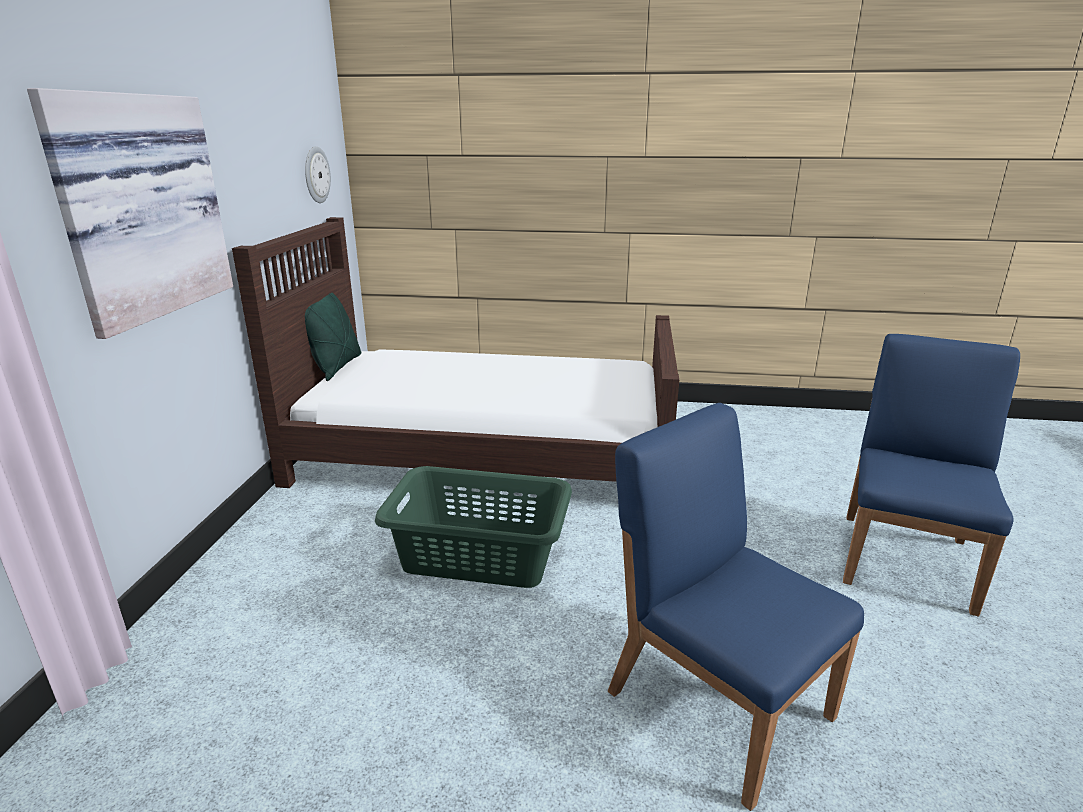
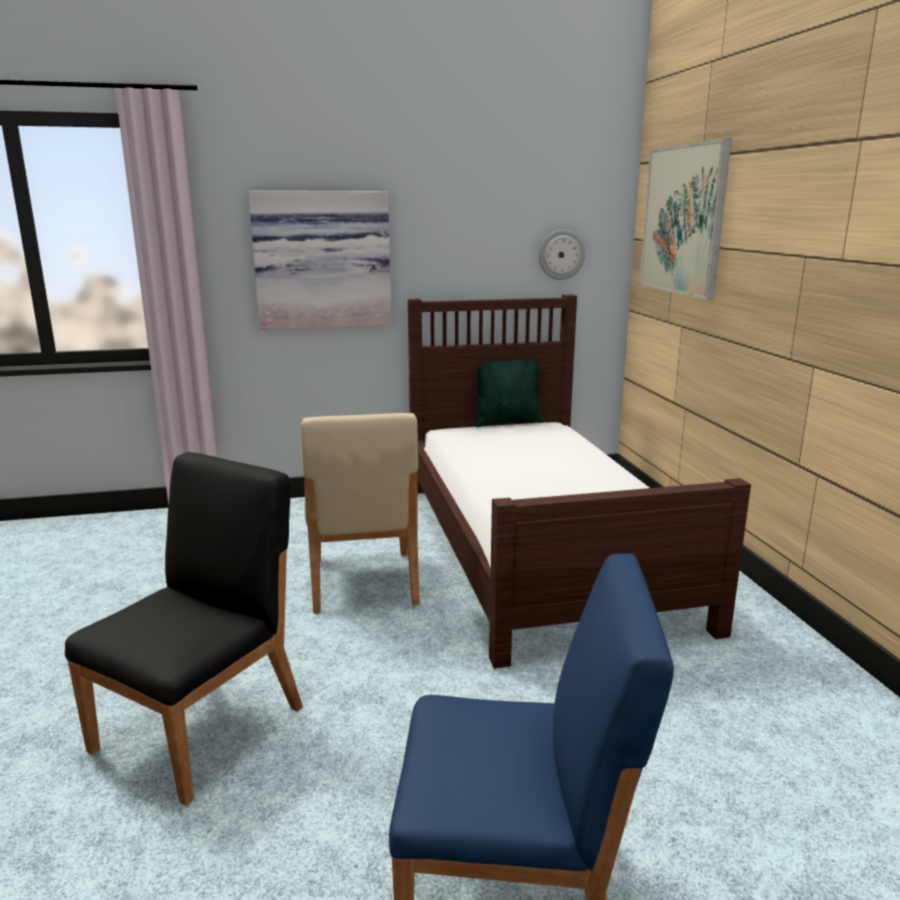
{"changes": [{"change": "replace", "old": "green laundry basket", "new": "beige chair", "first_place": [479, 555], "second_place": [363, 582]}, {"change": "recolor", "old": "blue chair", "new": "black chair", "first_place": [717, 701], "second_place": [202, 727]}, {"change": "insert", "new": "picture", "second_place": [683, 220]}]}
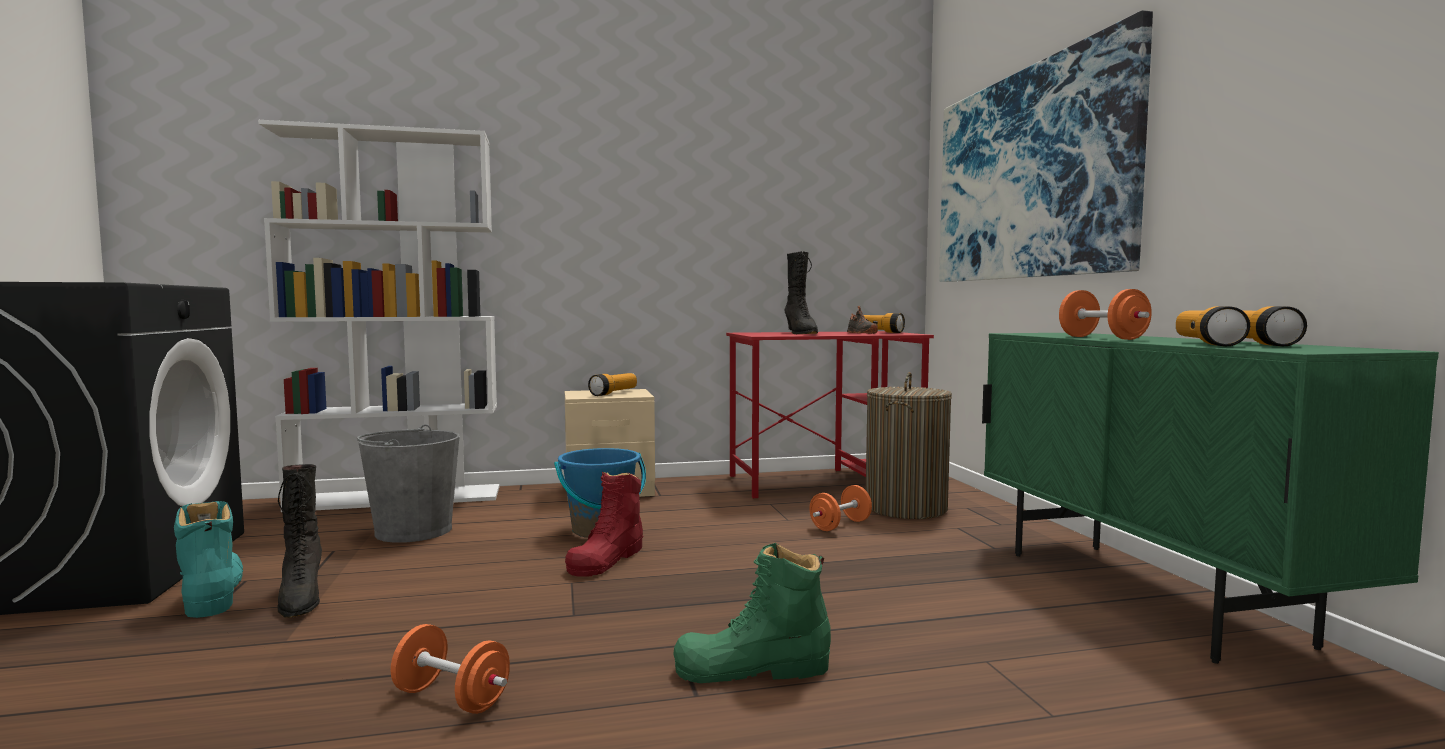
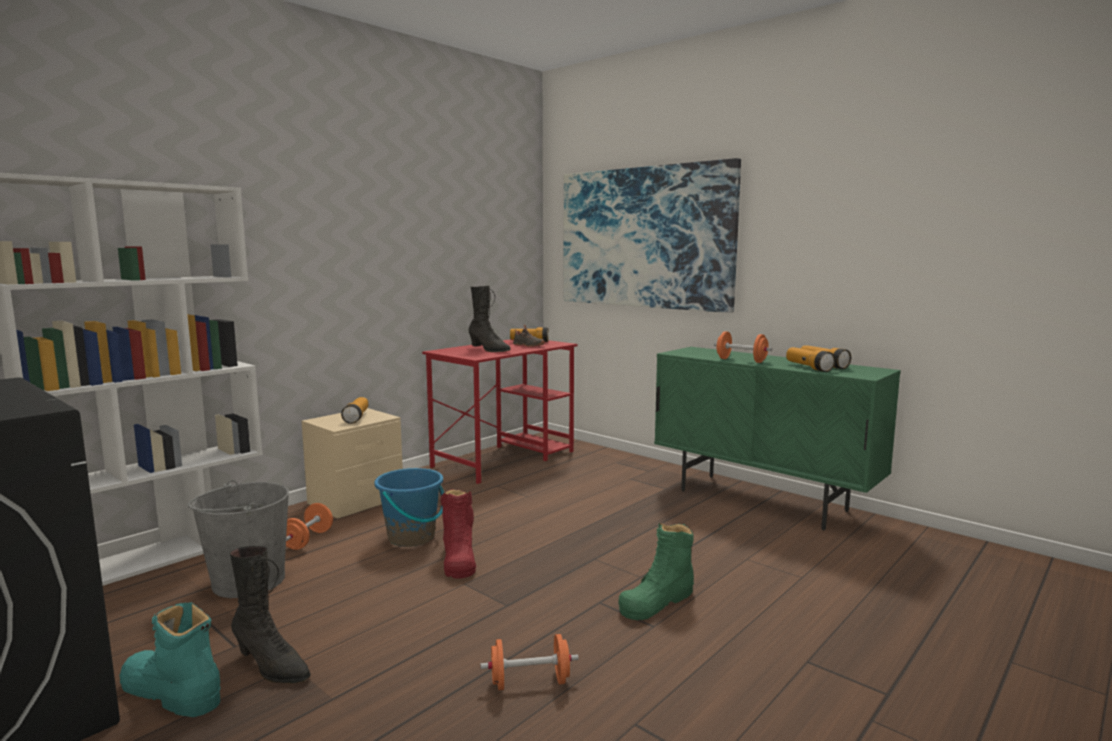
{"changes": [{"change": "move", "old": "orange dumbbell", "first_place": [840, 525], "second_place": [307, 540]}, {"change": "delete", "old": "laundry basket", "first_place": [906, 508]}]}
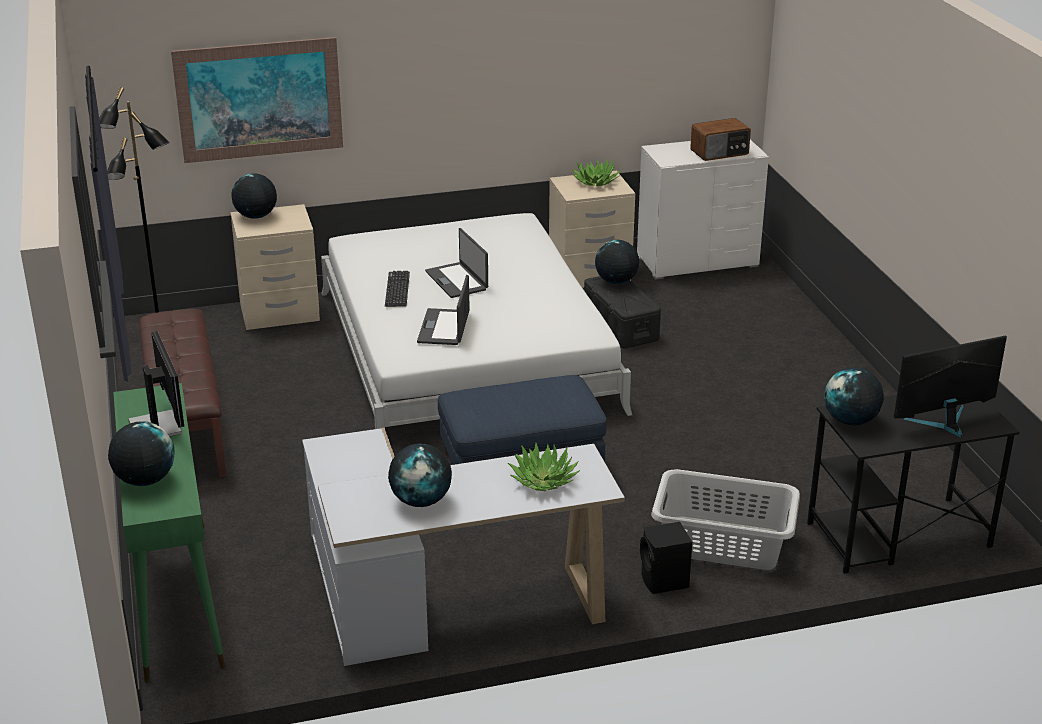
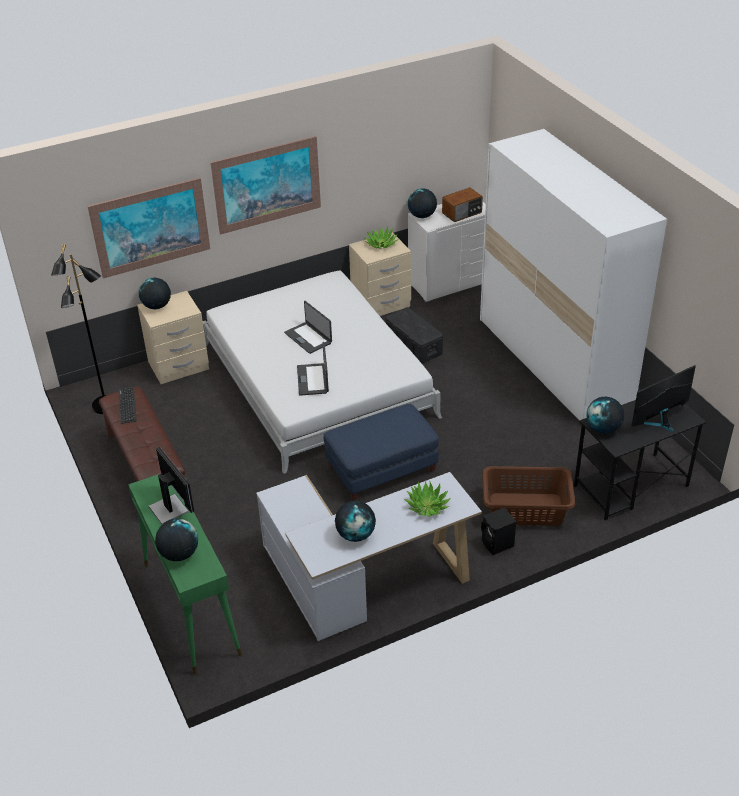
{"changes": [{"change": "move", "old": "keyboard", "first_place": [397, 289], "second_place": [127, 405]}, {"change": "move", "old": "globe", "first_place": [616, 281], "second_place": [422, 216]}, {"change": "recolor", "old": "grey laundry basket", "new": "brown laundry basket", "first_place": [723, 544], "second_place": [526, 510]}, {"change": "insert", "new": "picture", "second_place": [267, 185]}, {"change": "insert", "new": "white wardrobe", "second_place": [554, 362]}]}
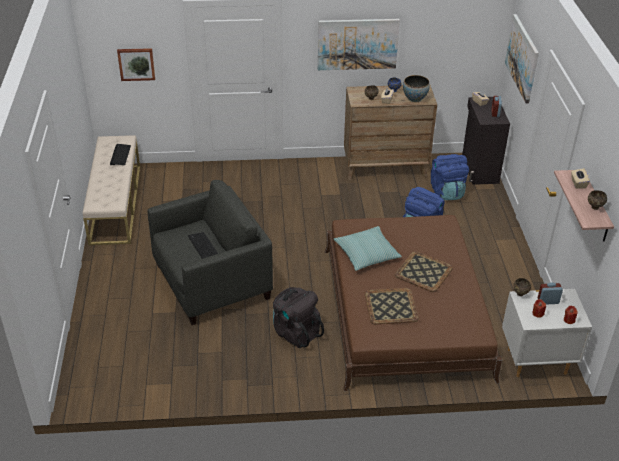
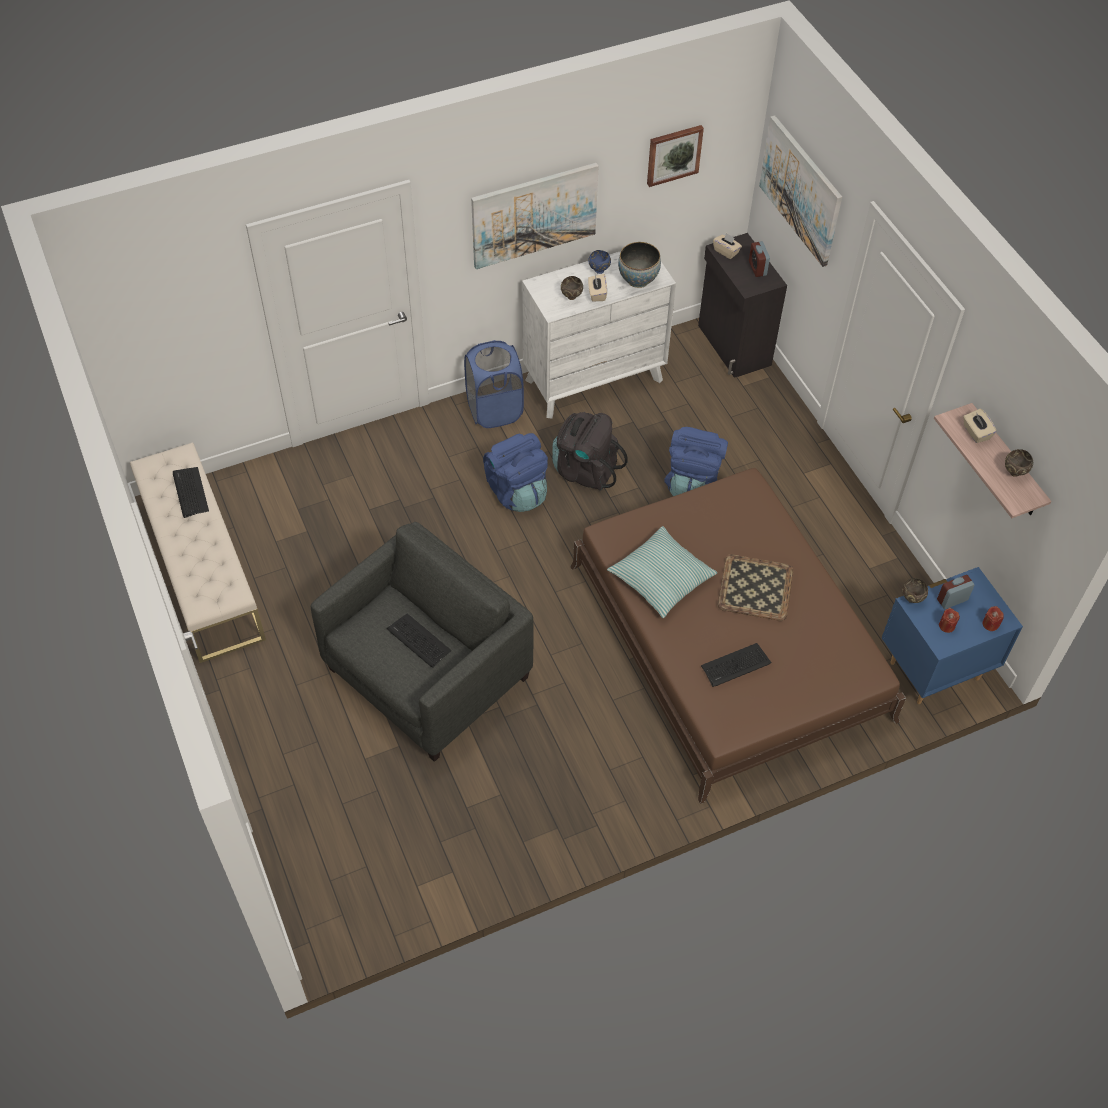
{"changes": [{"change": "move", "old": "picture", "first_place": [136, 64], "second_place": [673, 154]}, {"change": "move", "old": "black backpack", "first_place": [295, 332], "second_place": [585, 470]}, {"change": "recolor", "old": "brown dresser", "new": "white dresser", "first_place": [385, 168], "second_place": [594, 380]}, {"change": "replace", "old": "tray", "new": "keyboard", "first_place": [390, 307], "second_place": [735, 665]}, {"change": "move", "old": "blue backpack", "first_place": [447, 192], "second_place": [517, 491]}, {"change": "recolor", "old": "white nightstand", "new": "blue nightstand", "first_place": [536, 361], "second_place": [933, 670]}, {"change": "insert", "new": "blue laundry basket", "second_place": [494, 410]}]}
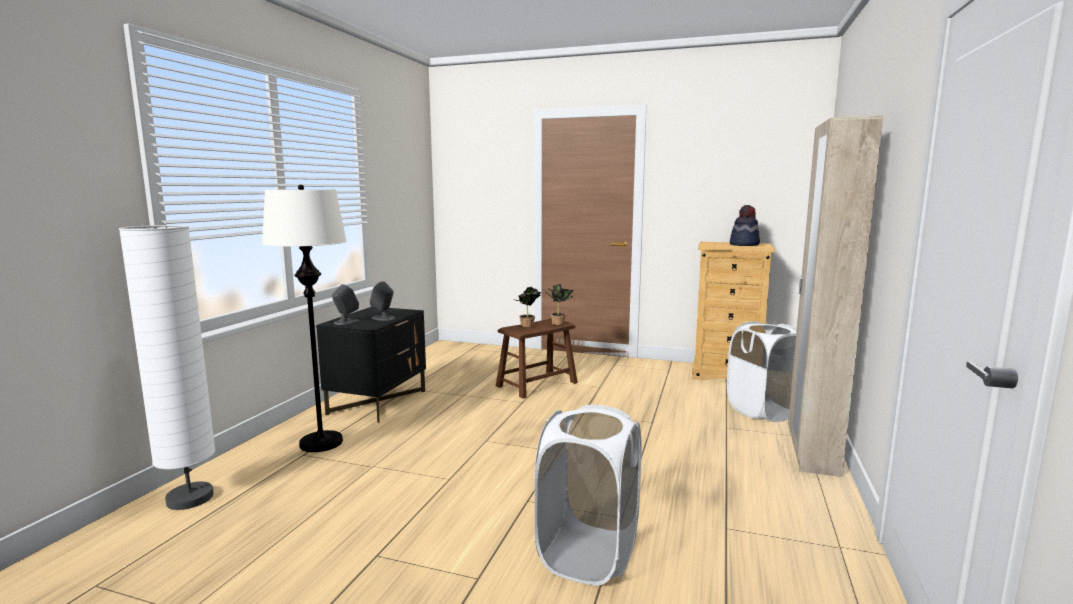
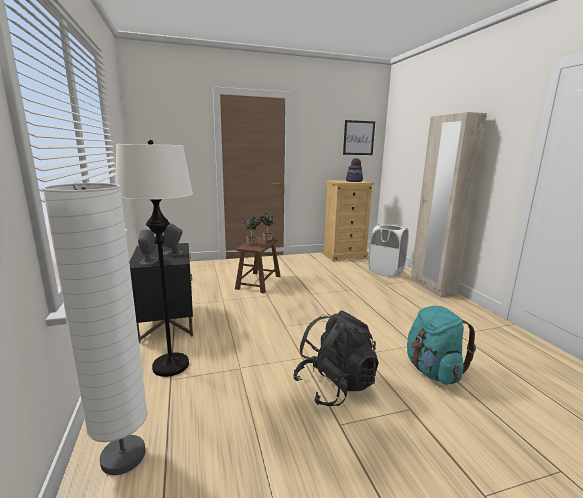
{"changes": [{"change": "replace", "old": "white laundry basket", "new": "turquoise backpack", "first_place": [588, 554], "second_place": [432, 371]}, {"change": "insert", "new": "black backpack", "second_place": [335, 386]}, {"change": "insert", "new": "picture", "second_place": [358, 138]}]}
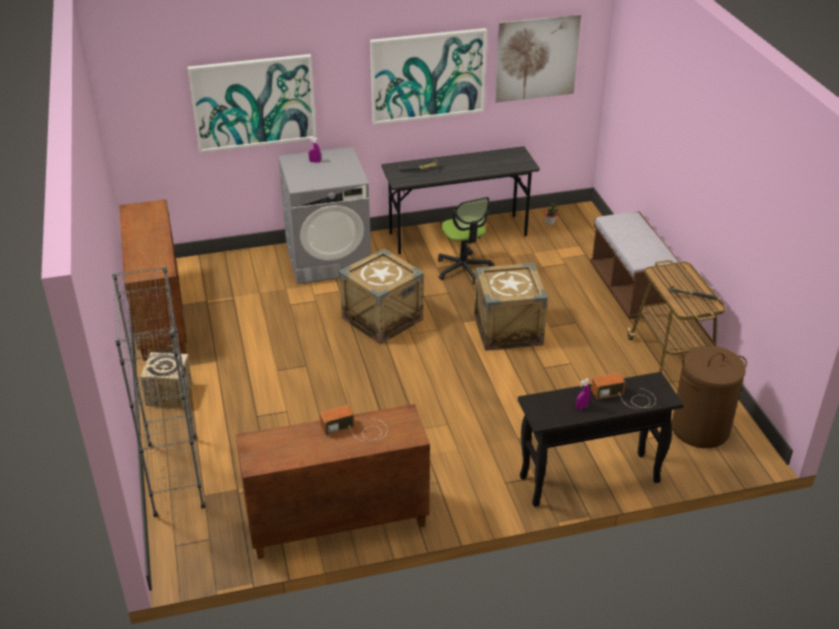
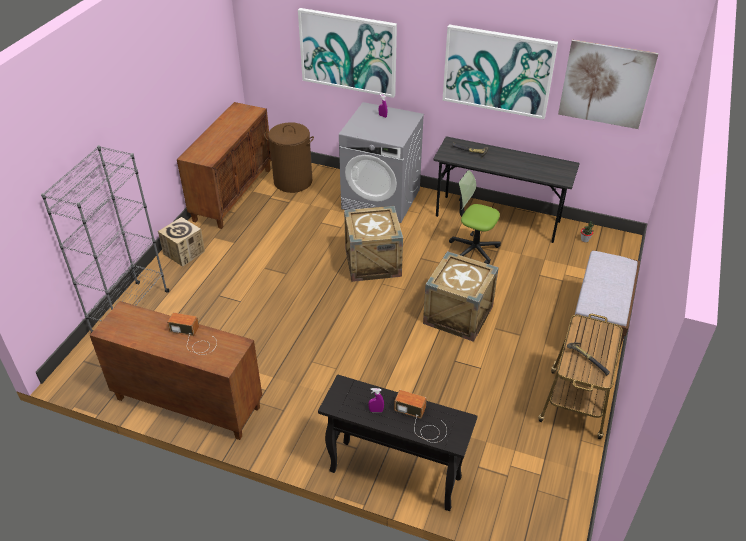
{"changes": [{"change": "rotate", "old": "office chair", "first_place": [463, 269], "second_place": [473, 249], "degrees": 105}, {"change": "move", "old": "brown laundry basket", "first_place": [700, 429], "second_place": [293, 181]}]}
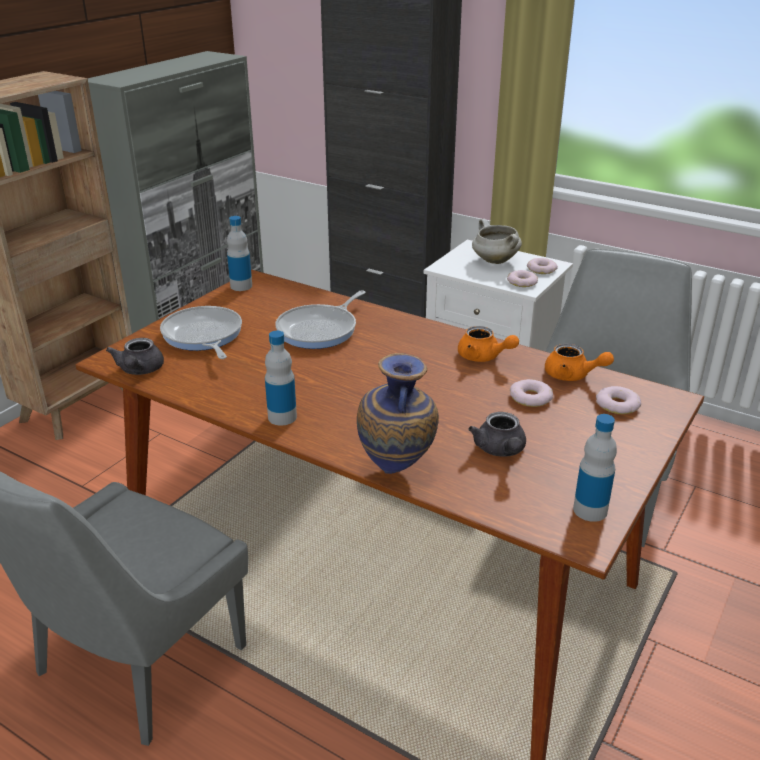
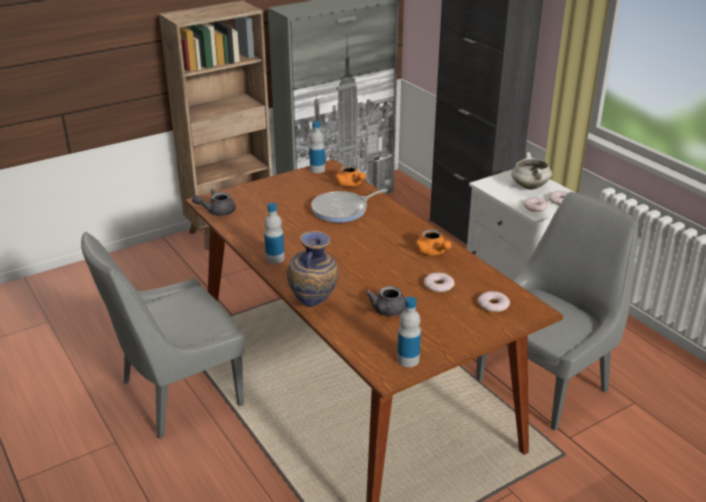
{"changes": [{"change": "rotate", "old": "grey teapot", "first_place": [139, 371], "second_place": [217, 211], "degrees": 45}, {"change": "delete", "old": "frying pan", "first_place": [203, 336]}, {"change": "move", "old": "orange teapot", "first_place": [572, 375], "second_place": [350, 185]}]}
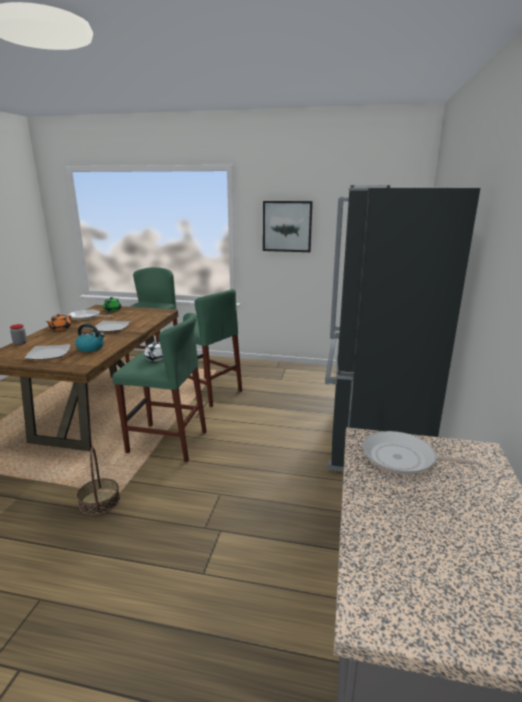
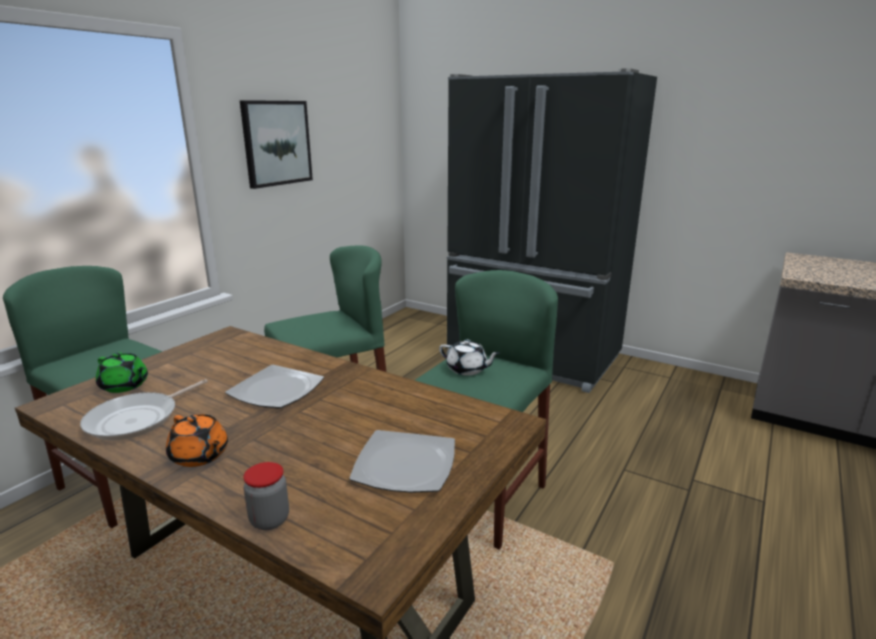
{"changes": [{"change": "delete", "old": "kettle", "first_place": [91, 348]}, {"change": "delete", "old": "basket", "first_place": [99, 501]}, {"change": "delete", "old": "frying pan", "first_place": [403, 459]}]}
